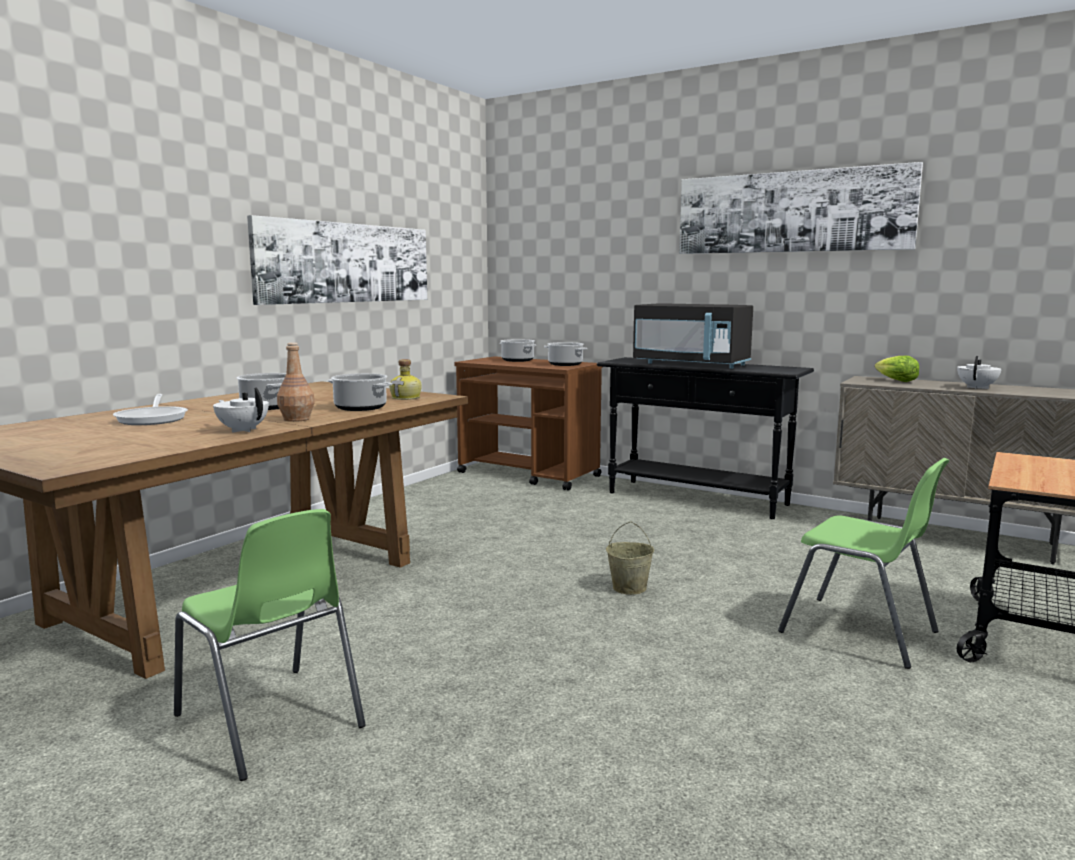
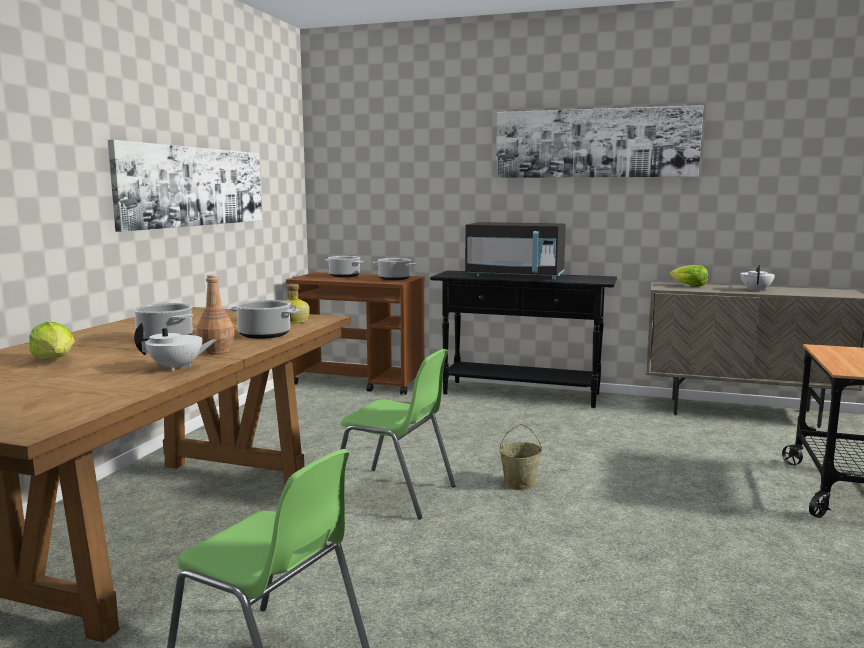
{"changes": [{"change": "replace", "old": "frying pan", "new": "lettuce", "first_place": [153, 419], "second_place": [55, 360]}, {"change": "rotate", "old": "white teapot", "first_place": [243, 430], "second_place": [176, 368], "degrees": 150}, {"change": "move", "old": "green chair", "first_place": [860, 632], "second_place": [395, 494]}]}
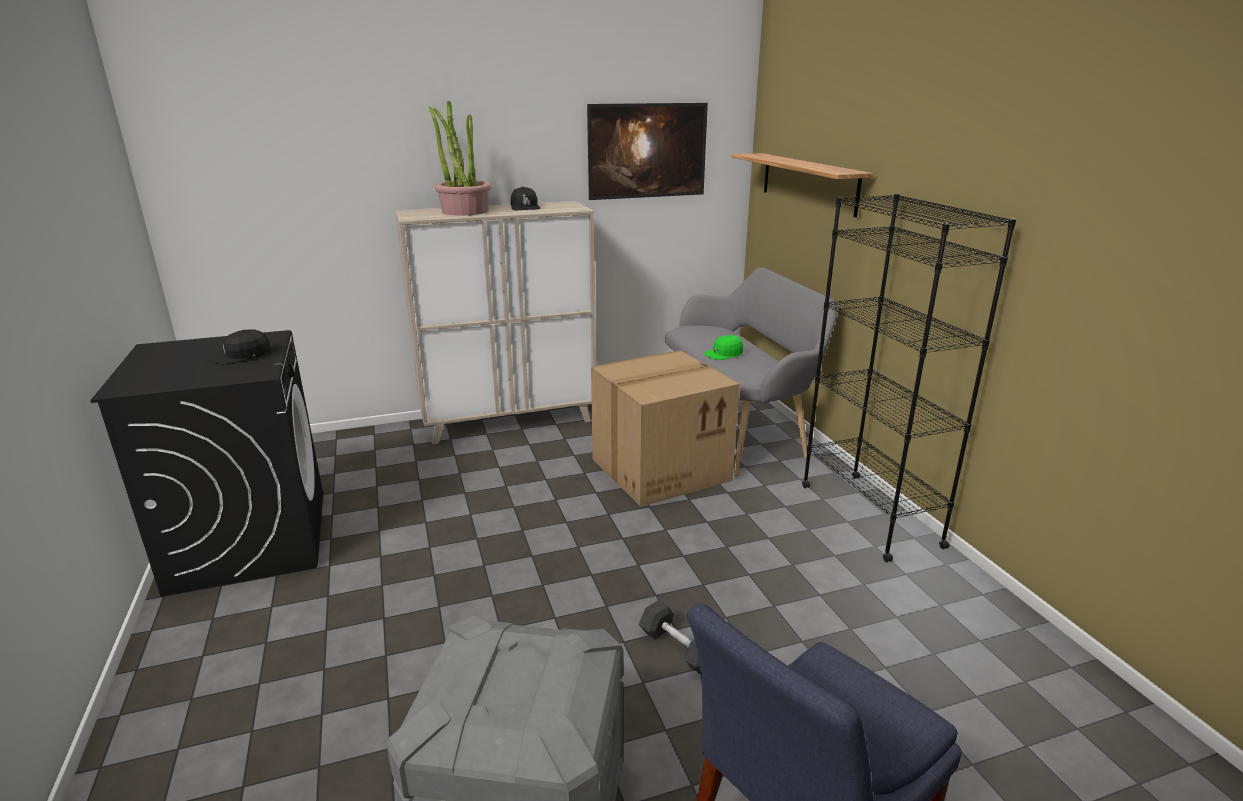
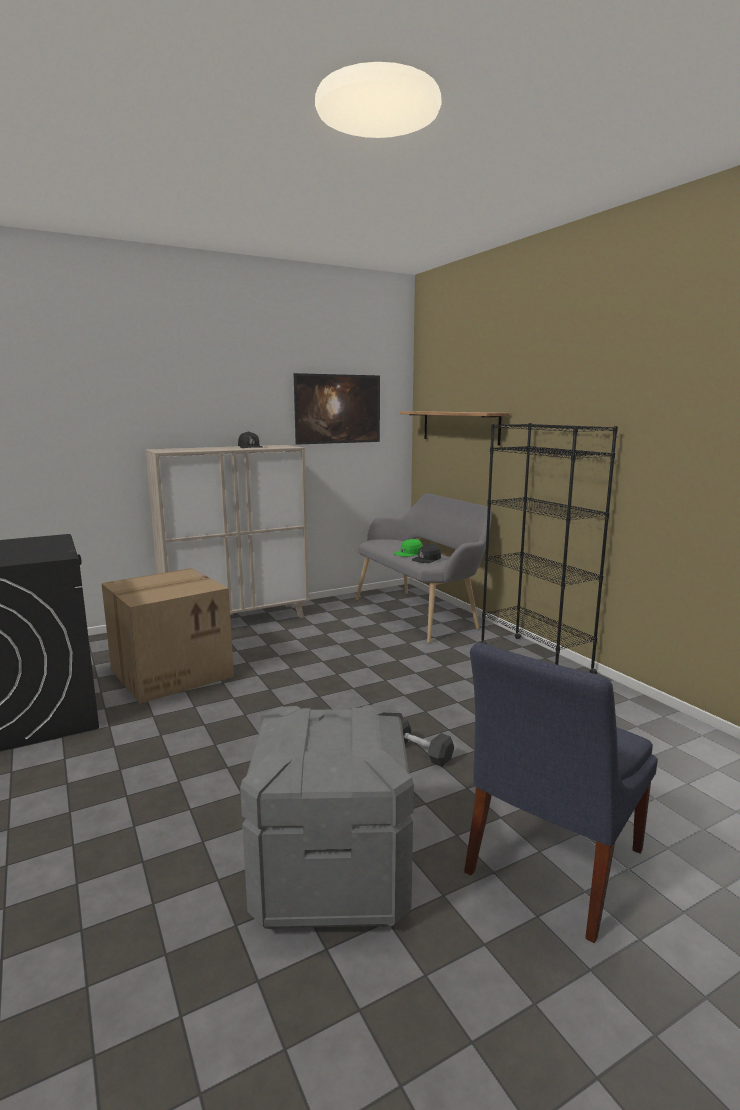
{"changes": [{"change": "move", "old": "black cap", "first_place": [242, 356], "second_place": [427, 559]}, {"change": "delete", "old": "potted plant", "first_place": [464, 211]}, {"change": "move", "old": "cardboard box", "first_place": [661, 468], "second_place": [172, 672]}]}
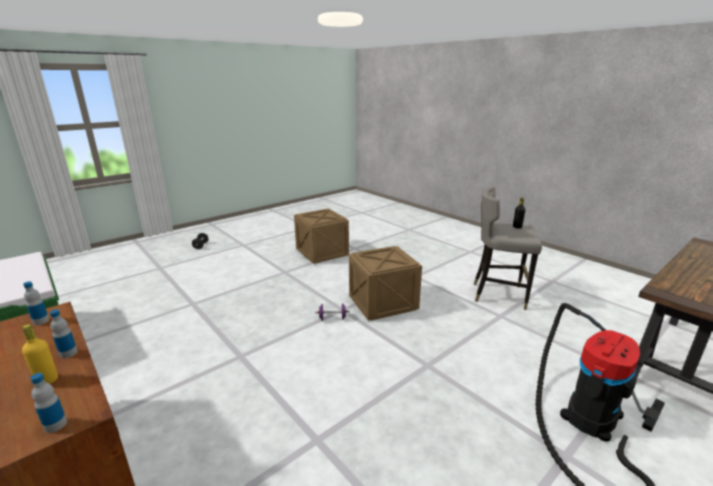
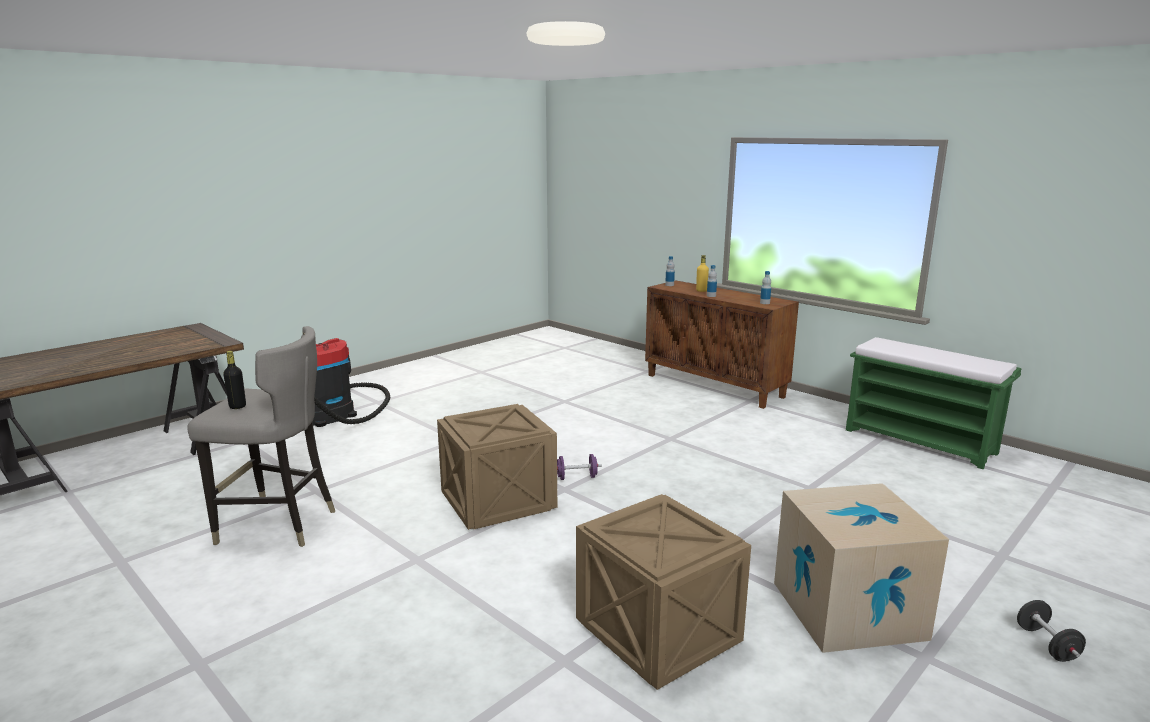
{"changes": [{"change": "insert", "new": "cardboard box", "second_place": [848, 610]}]}
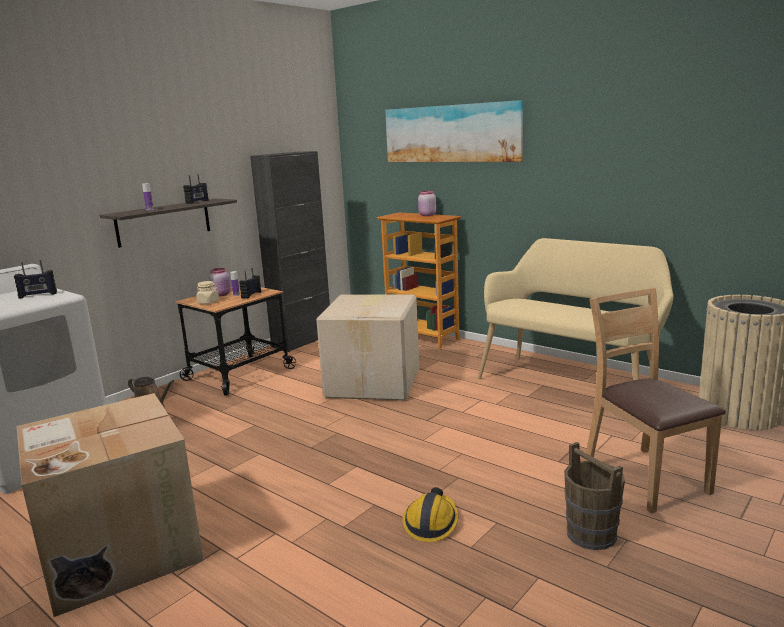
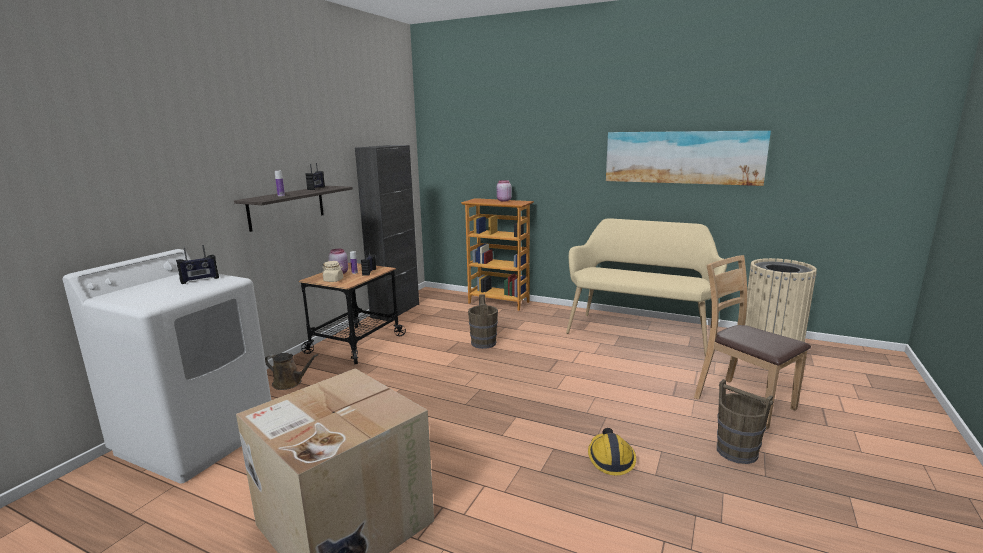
{"changes": [{"change": "replace", "old": "cardboard box", "new": "brown bucket", "first_place": [375, 382], "second_place": [483, 343]}, {"change": "move", "old": "picture", "first_place": [451, 133], "second_place": [682, 157]}]}
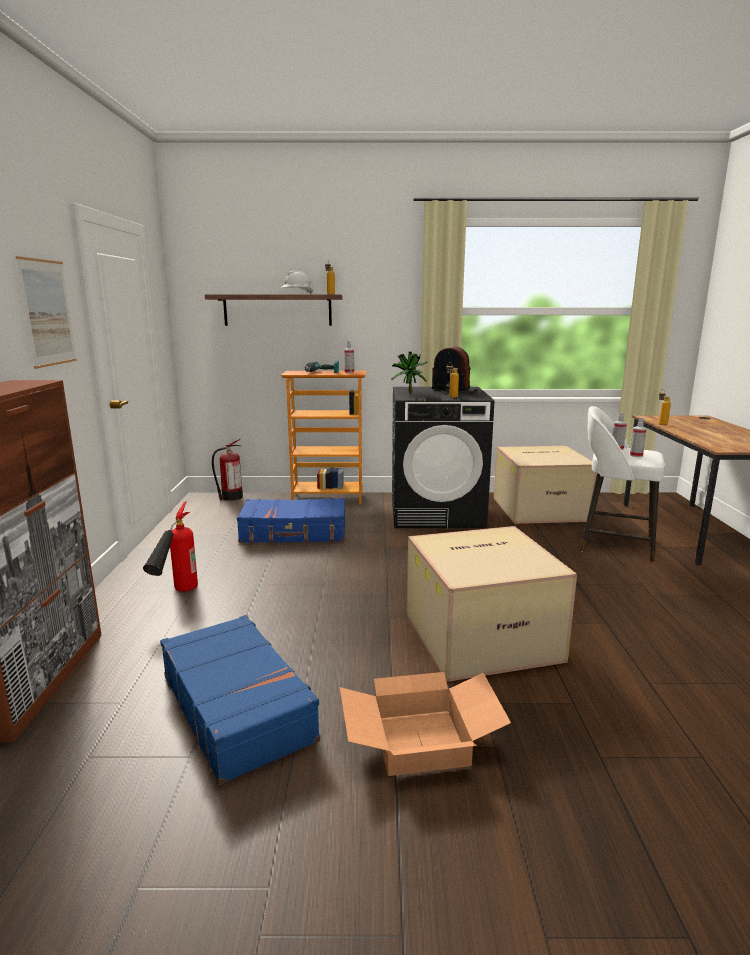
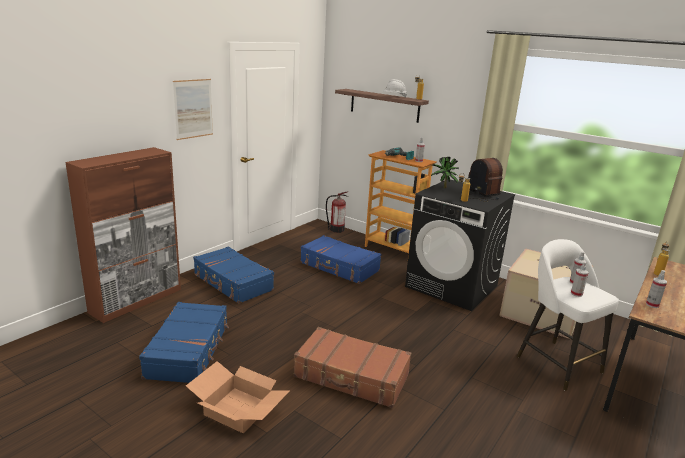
{"changes": [{"change": "replace", "old": "fire extinguisher", "new": "blue suitcase", "first_place": [176, 596], "second_place": [232, 283]}, {"change": "replace", "old": "cardboard box", "new": "brown suitcase", "first_place": [482, 635], "second_place": [351, 376]}, {"change": "insert", "new": "spray bottle", "second_place": [652, 305]}]}
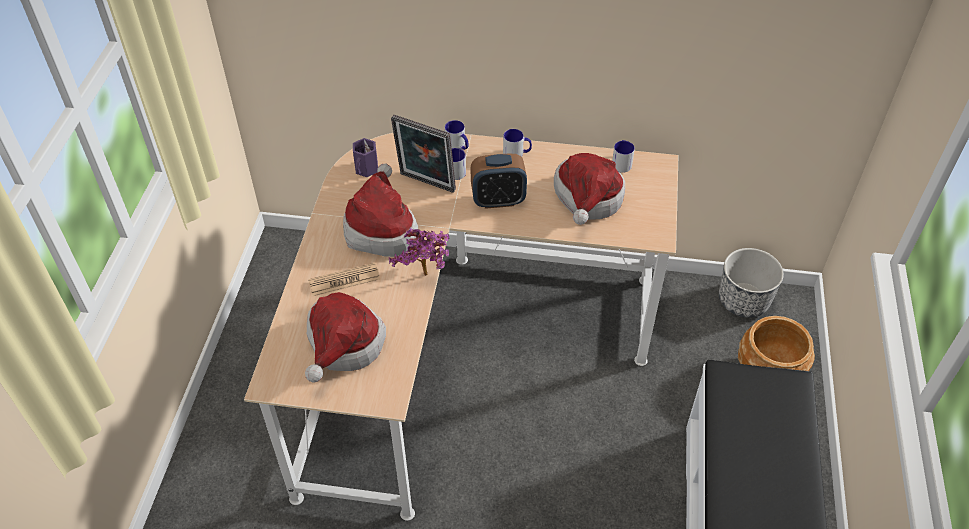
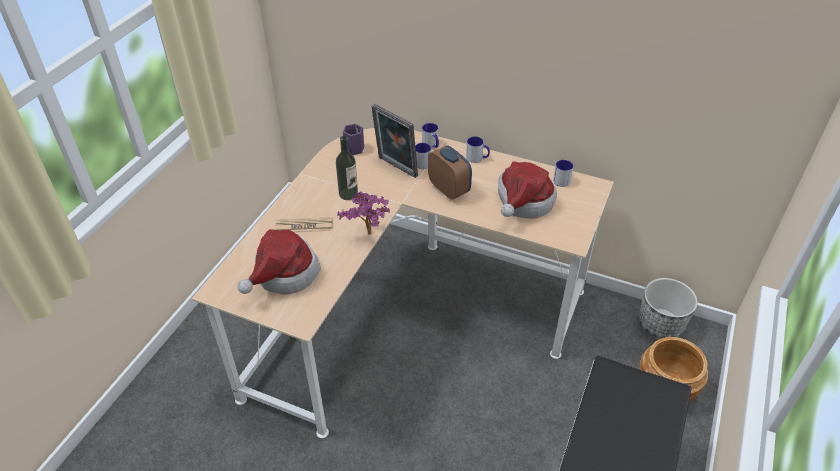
{"changes": [{"change": "replace", "old": "hat", "new": "bottle", "first_place": [381, 228], "second_place": [348, 194]}, {"change": "rotate", "old": "alarm clock", "first_place": [498, 200], "second_place": [449, 189], "degrees": -135}]}
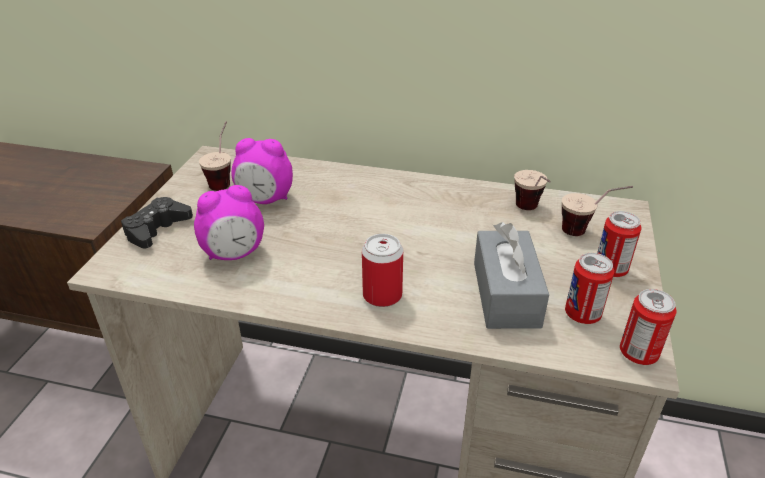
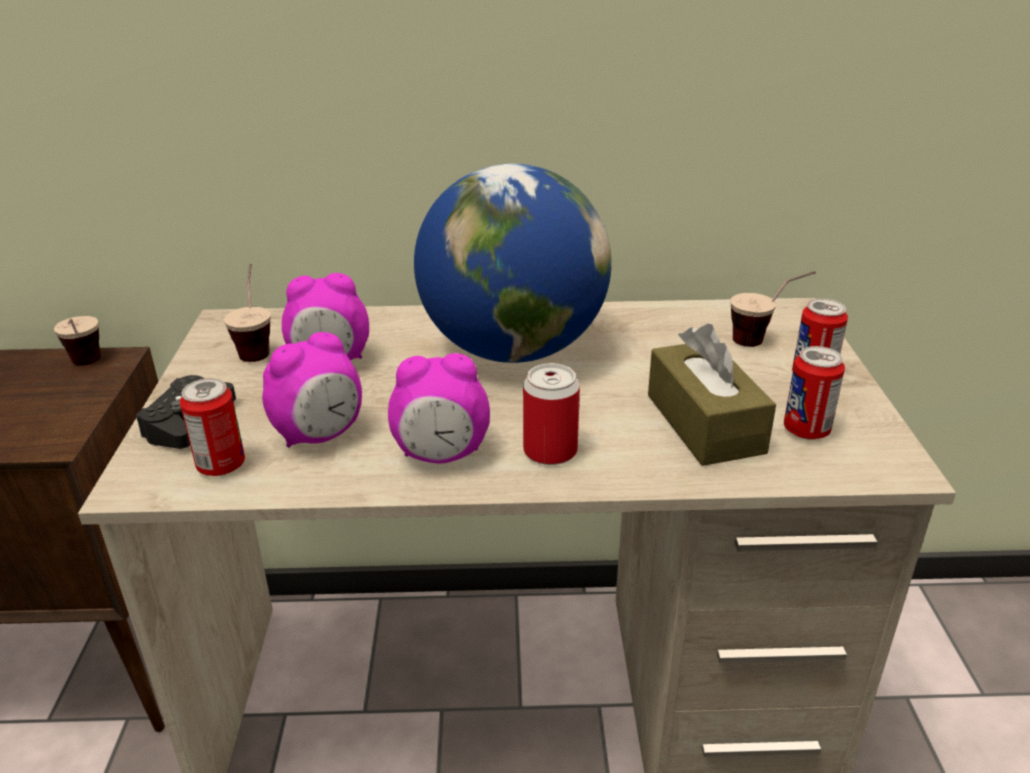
{"changes": [{"change": "recolor", "old": "grey tissue box", "new": "brown tissue box", "first_place": [506, 294], "second_place": [704, 423]}, {"change": "move", "old": "cup", "first_place": [530, 212], "second_place": [87, 367]}, {"change": "move", "old": "can", "first_place": [638, 353], "second_place": [221, 466]}, {"change": "insert", "new": "alarm clock", "second_place": [441, 455]}, {"change": "insert", "new": "globe", "second_place": [513, 350]}]}
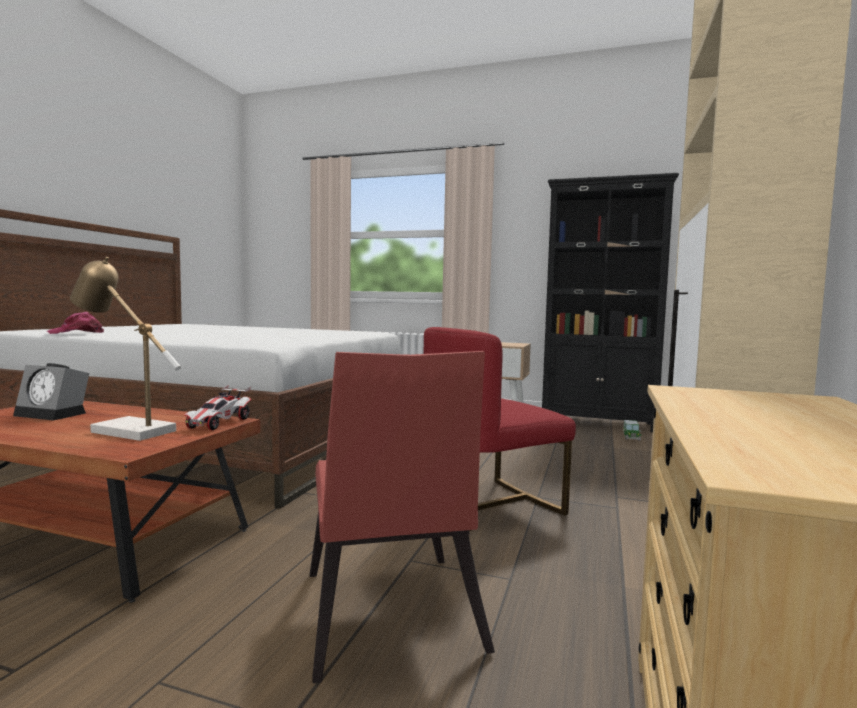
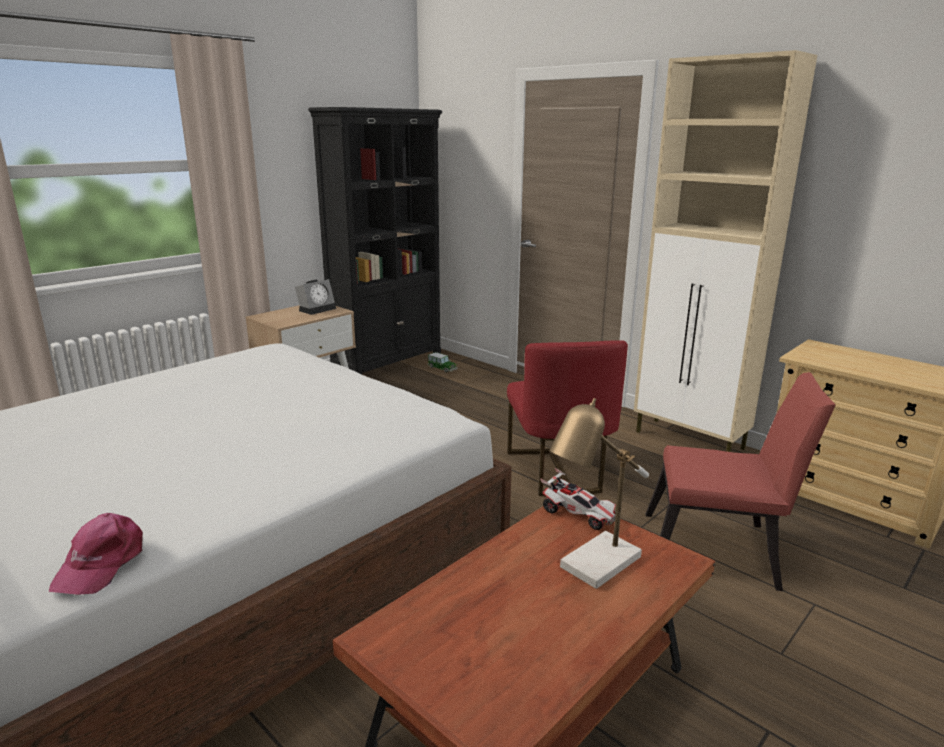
{"changes": [{"change": "move", "old": "alarm clock", "first_place": [54, 414], "second_place": [317, 309]}]}
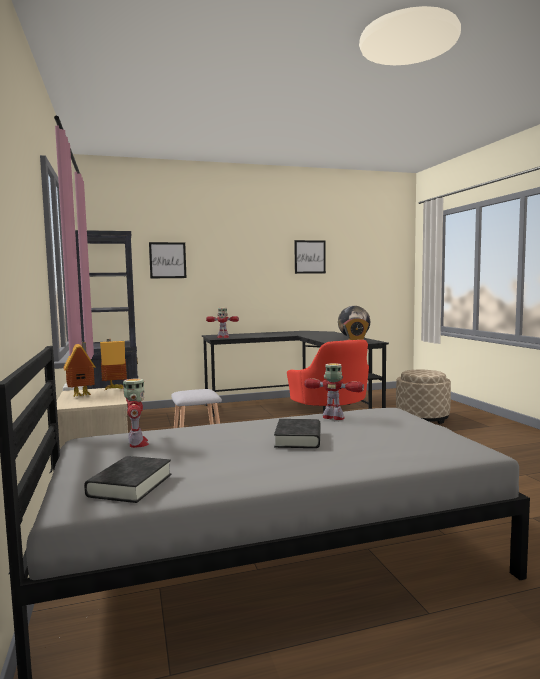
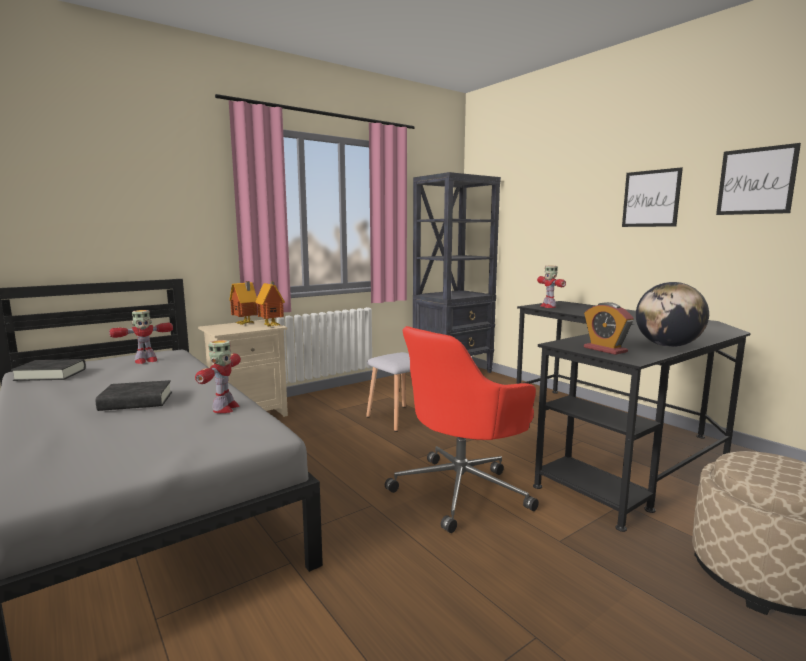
{"changes": [{"change": "move", "old": "picture", "first_place": [167, 260], "second_place": [651, 198]}]}
